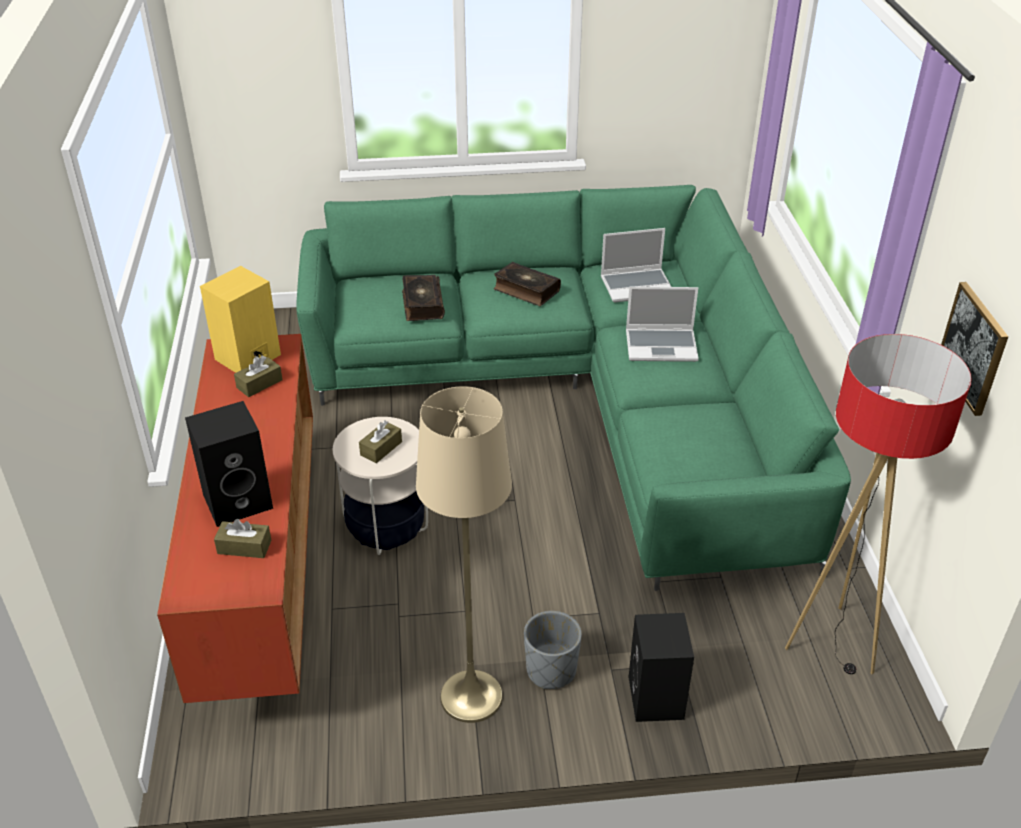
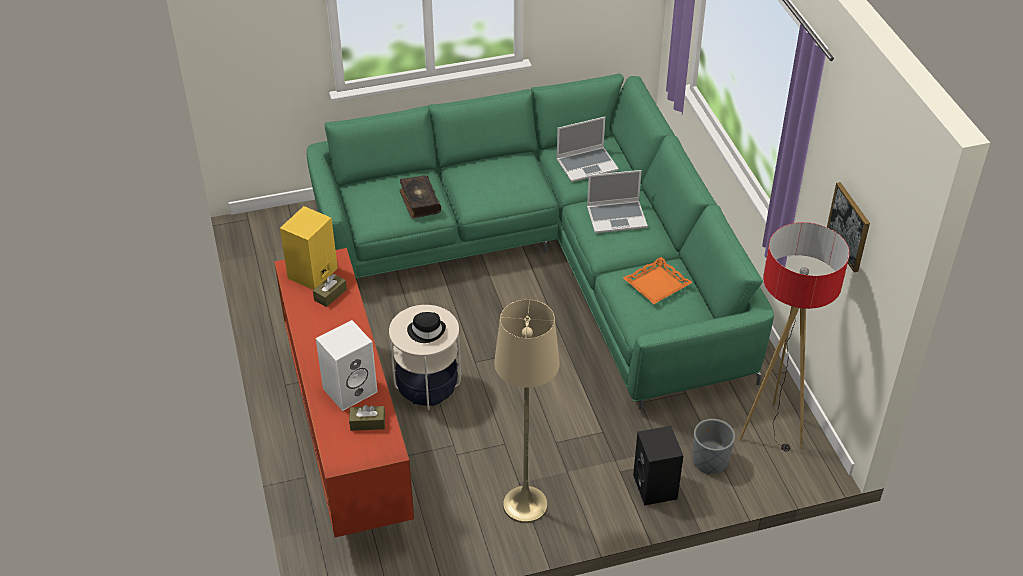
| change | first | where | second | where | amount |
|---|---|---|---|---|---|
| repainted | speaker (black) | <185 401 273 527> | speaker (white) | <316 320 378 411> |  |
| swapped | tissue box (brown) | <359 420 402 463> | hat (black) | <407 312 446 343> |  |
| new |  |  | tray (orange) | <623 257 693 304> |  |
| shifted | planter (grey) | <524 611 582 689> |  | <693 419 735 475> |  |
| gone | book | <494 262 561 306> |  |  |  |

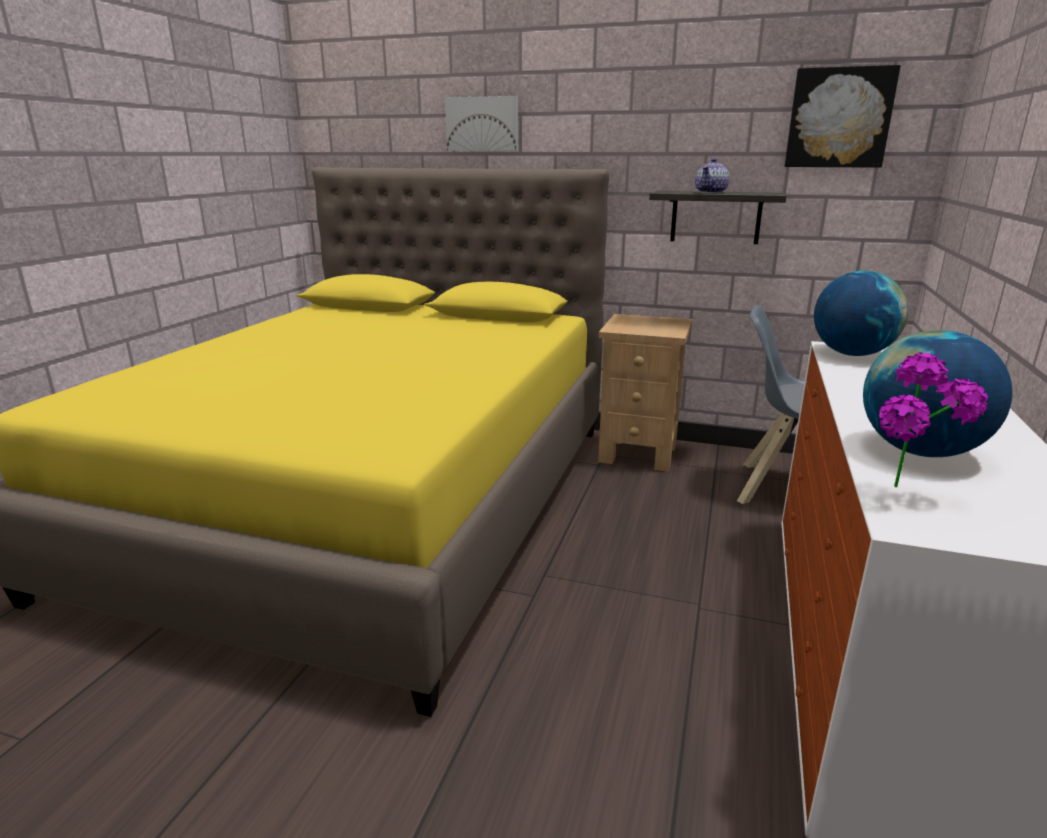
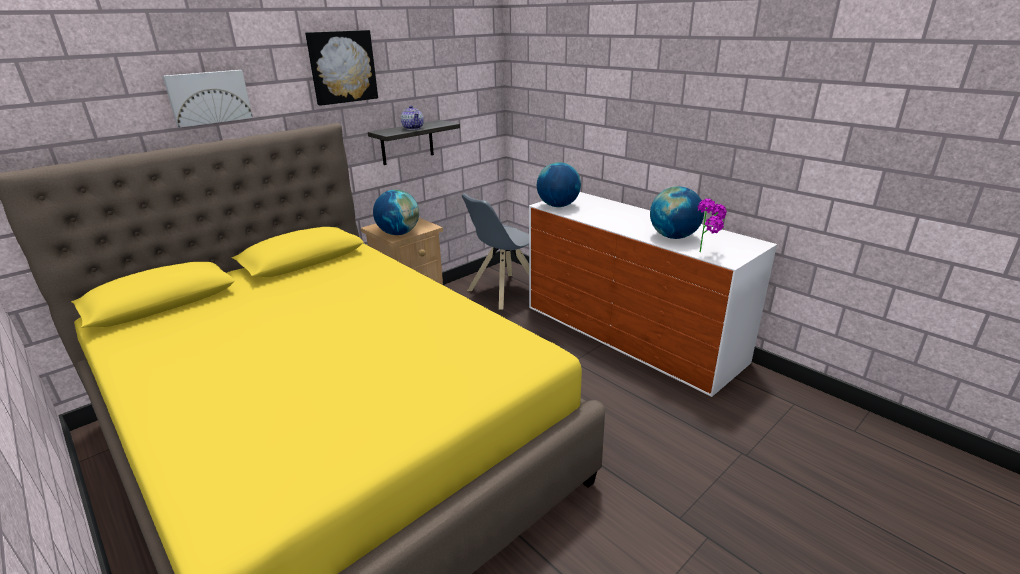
| change | first | where | second | where | amount |
|---|---|---|---|---|---|
| shifted | picture | <785 65 901 168> |  | <305 30 378 106> |  |
| new |  |  | globe | <373 189 419 235> |  |

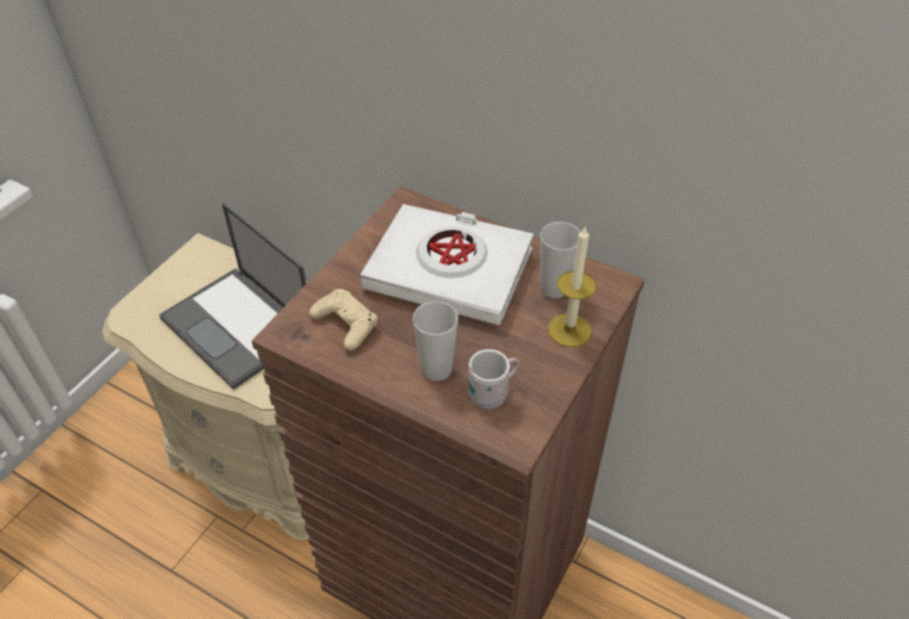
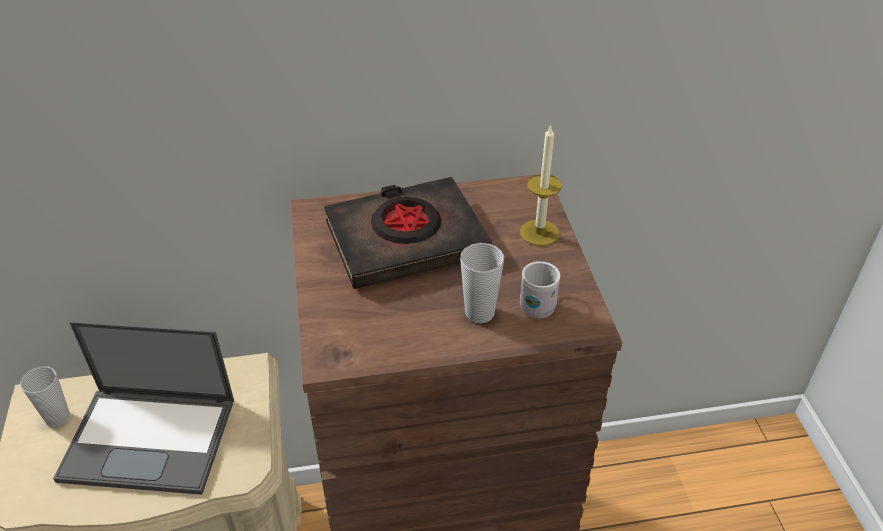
| change | first | where | second | where | amount |
|---|---|---|---|---|---|
| shifted | cup | <540 222 581 298> |  | <20 366 70 427> |  |
| repainted | book (white) | <360 204 533 325> | book (black) | <324 177 492 289> |  |
| gone | game controller (beige) | <309 289 378 350> |  |  |  |

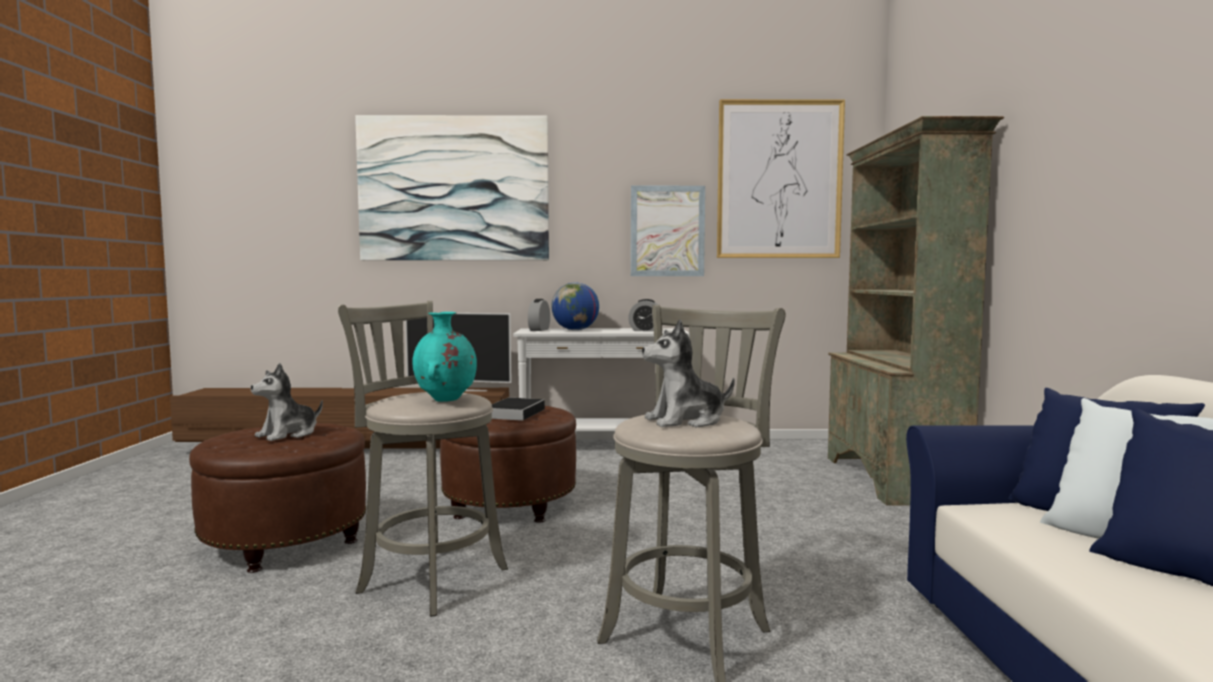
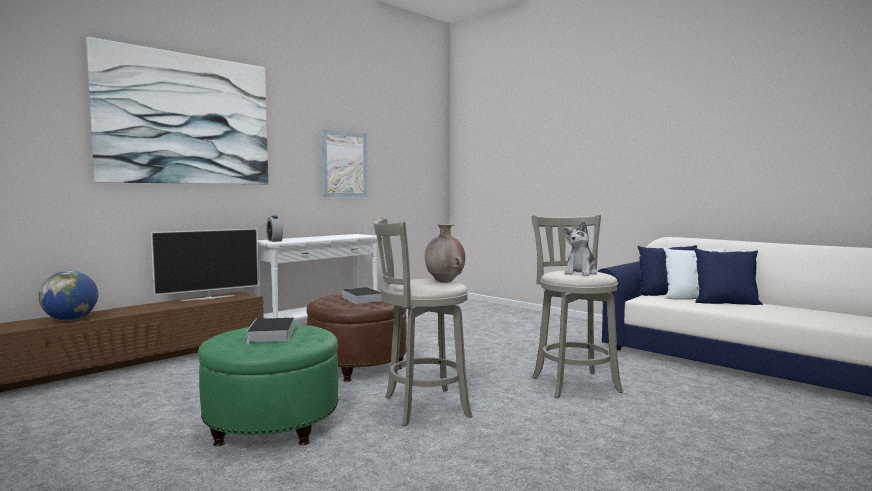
| change | first | where | second | where | amount |
|---|---|---|---|---|---|
| shifted | globe | <551 282 599 330> |  | <39 271 98 321> |  |
| repainted | ottoman (brown) | <189 423 366 573> | ottoman (green) | <198 325 338 446> |  |
| swapped | plush toy | <251 363 323 441> | book | <246 318 295 345> |  |
| repainted | vase (turquoise) | <412 312 477 402> | vase (brown) | <425 224 465 283> |  |
| gone | alarm clock | <628 299 658 332> |  |  |  |
| gone | picture | <717 99 845 258> |  |  |  |
| gone | bookcase (green) | <828 116 1004 505> |  |  |  |

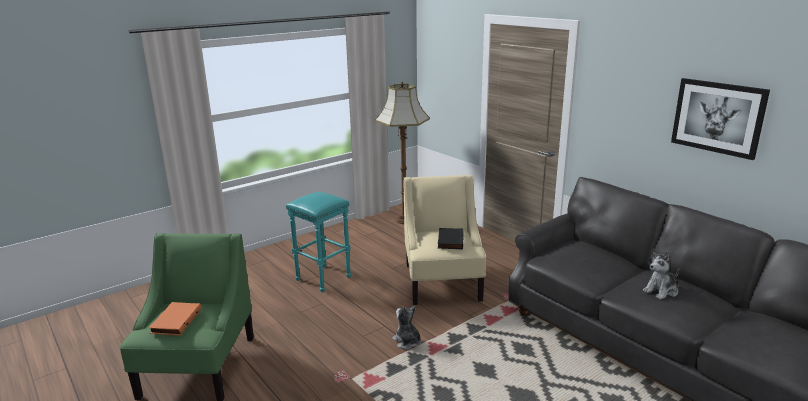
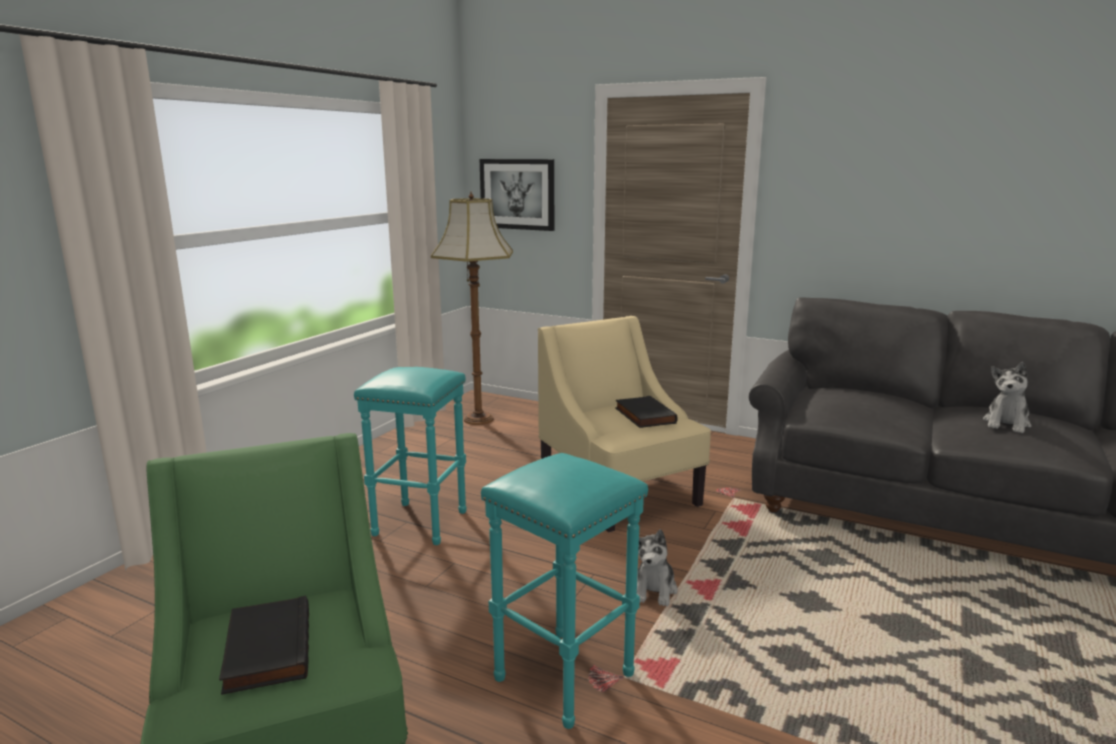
| change | first | where | second | where | amount |
|---|---|---|---|---|---|
| repainted | book (orange) | <149 302 202 336> | book (black) | <219 596 309 695> |  |
| shifted | picture | <671 78 770 160> |  | <480 159 554 231> |  |
| new |  |  | stool (turquoise) | <481 453 648 729> |  |
| rotated | plush toy | <392 306 421 350> |  | <637 529 678 606> | 105 degrees counterclockwise |

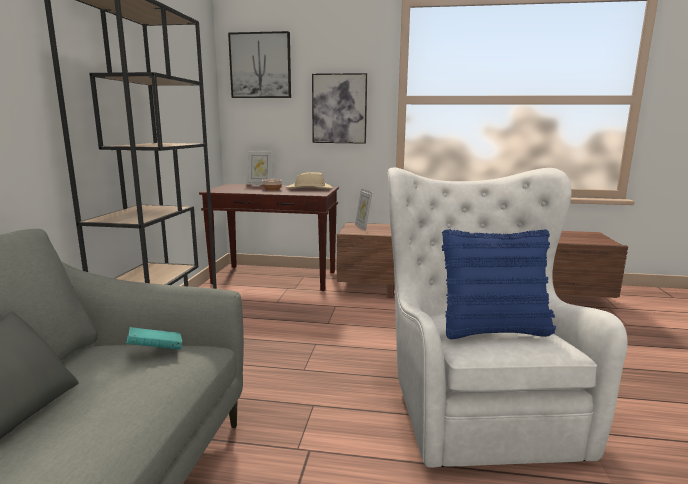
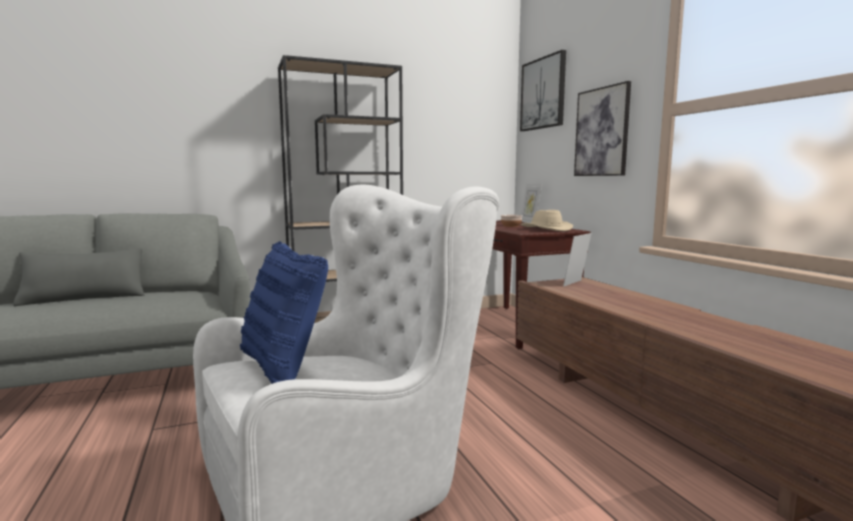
| change | first | where | second | where | amount |
|---|---|---|---|---|---|
| gone | book (turquoise) | <127 327 182 349> |  |  |  |

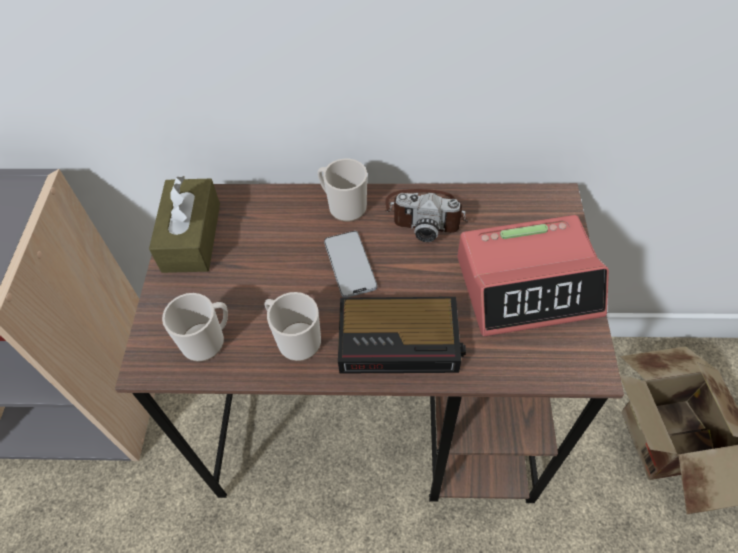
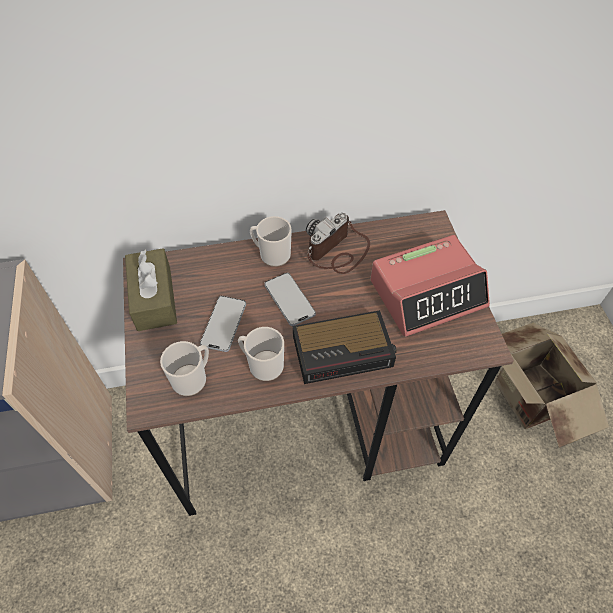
| change | first | where | second | where | amount |
|---|---|---|---|---|---|
| new |  |  | phone | <200 296 246 352> |  |
| rotated | photo camera | <385 189 468 242> |  | <306 213 370 274> | 135 degrees clockwise |

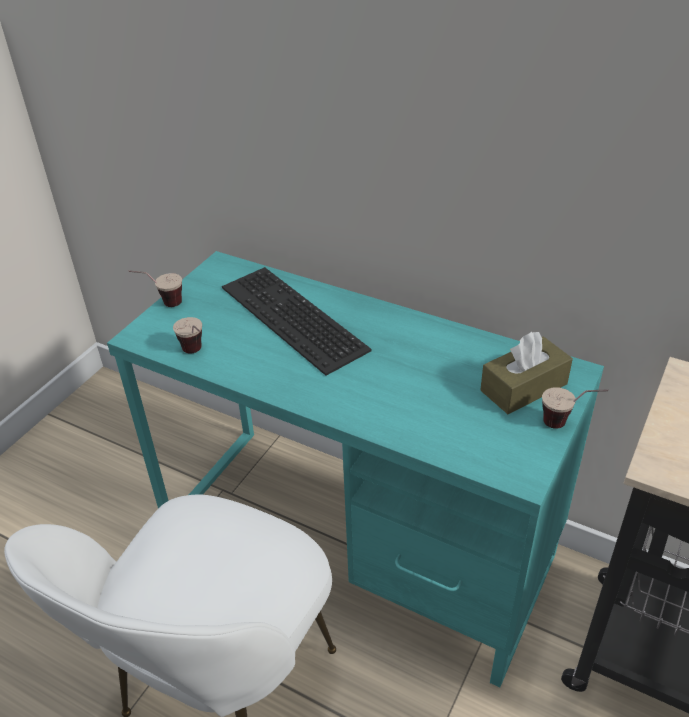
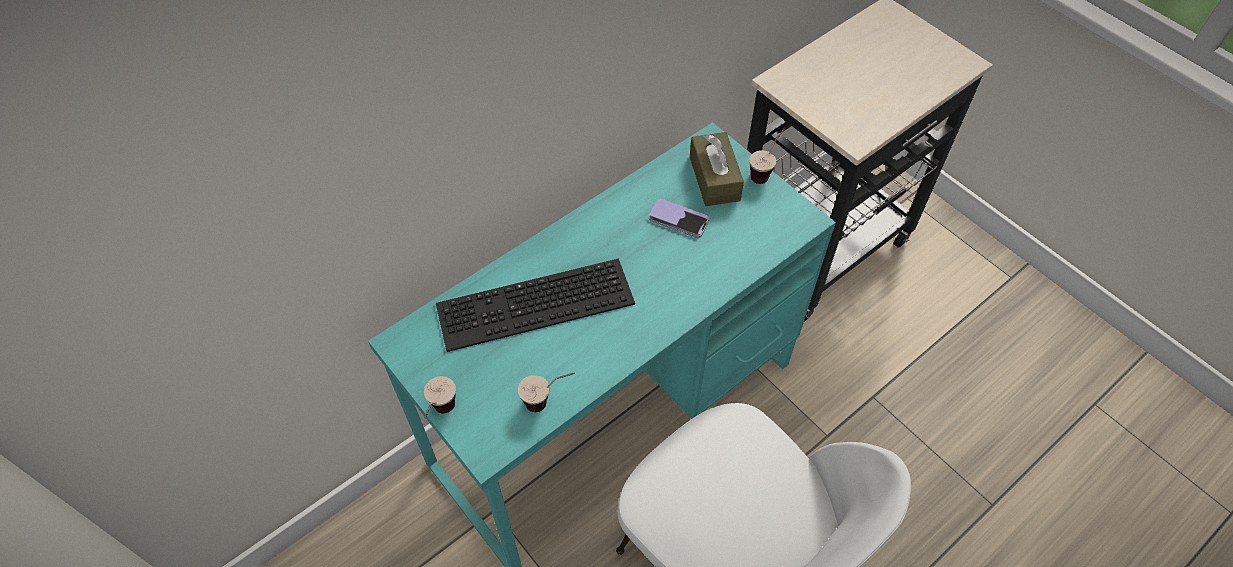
| change | first | where | second | where | amount |
|---|---|---|---|---|---|
| new |  |  | phone | <649 199 709 238> |  |

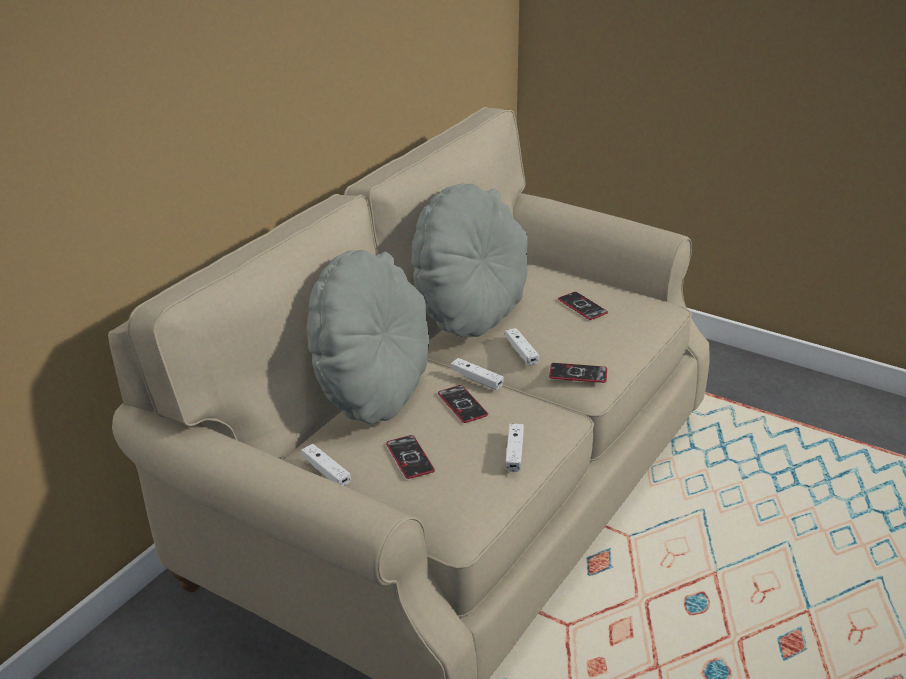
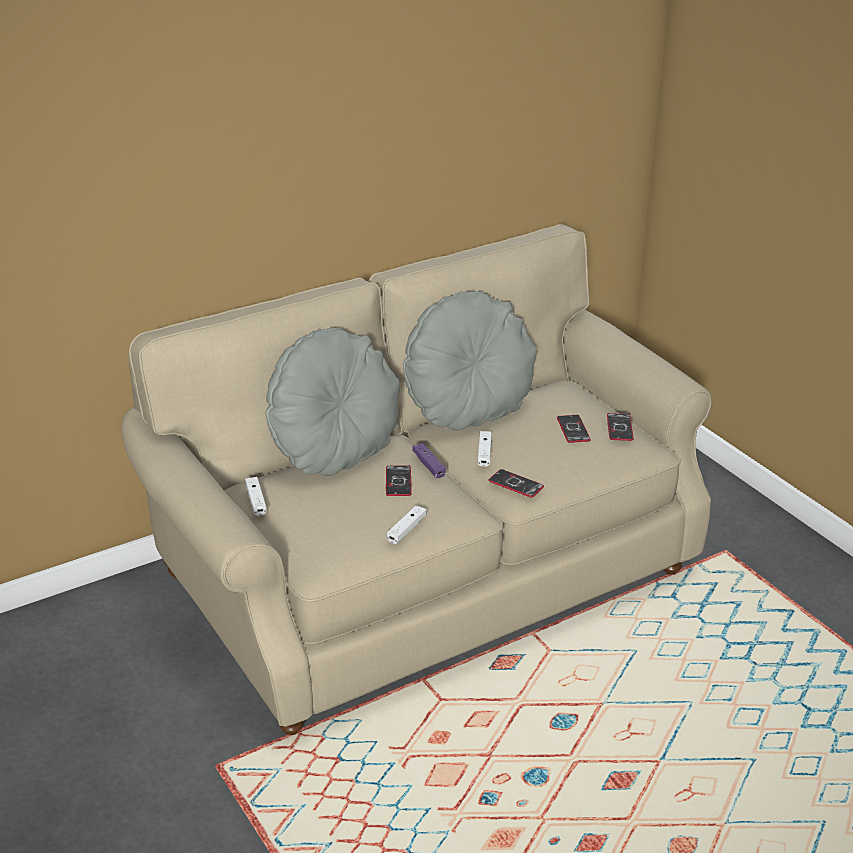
| change | first | where | second | where | amount |
|---|---|---|---|---|---|
| repainted | game controller (white) | <450 358 504 390> | game controller (purple) | <412 443 446 478> |  |
| shifted | phone | <386 435 435 479> |  | <607 413 634 441> |  |

